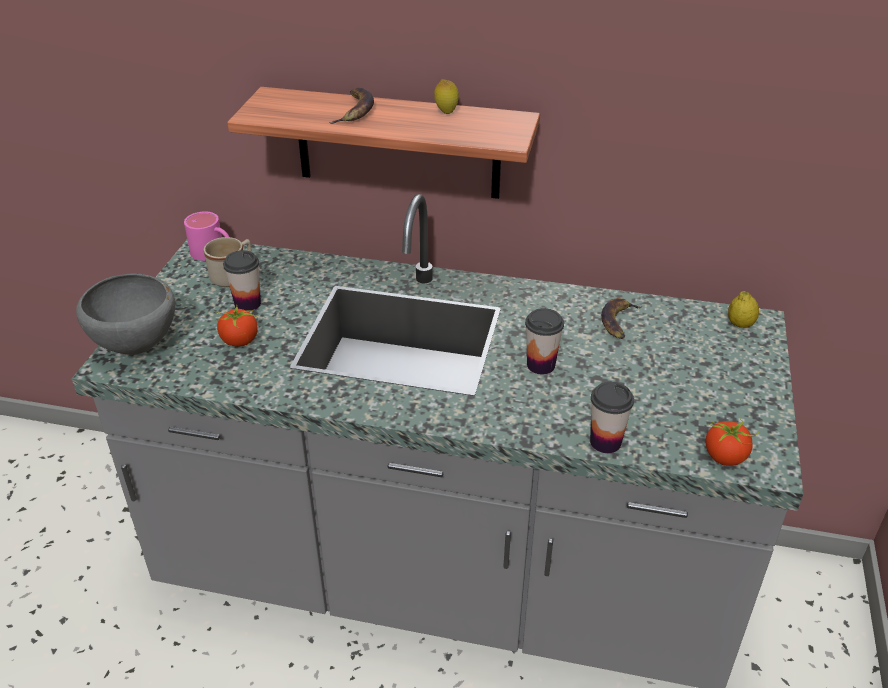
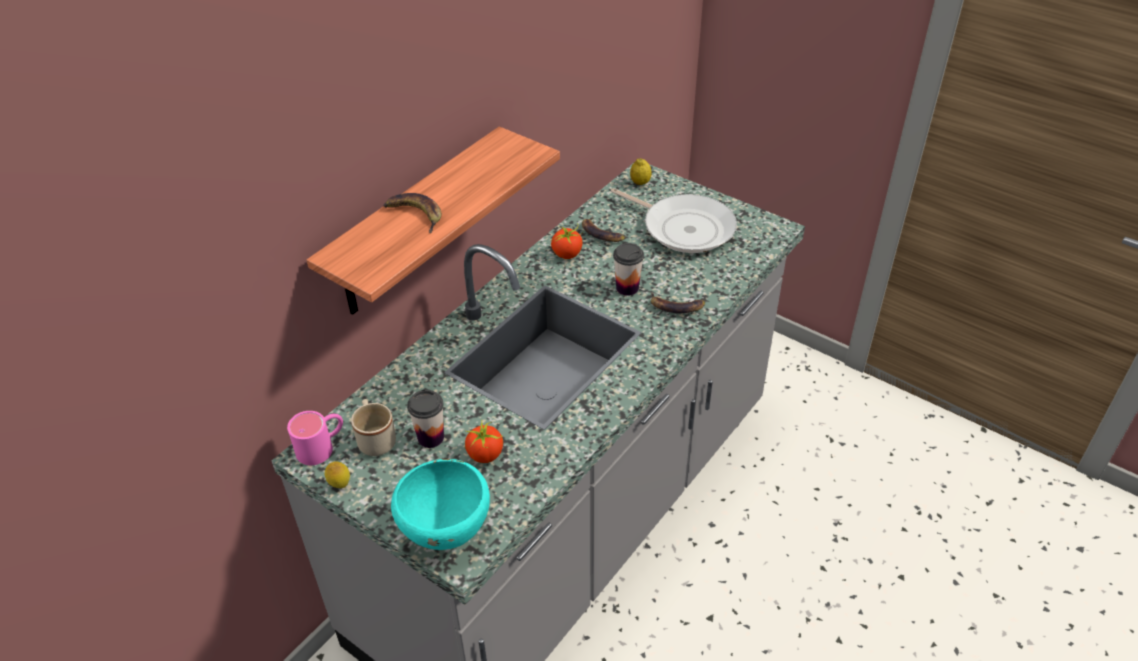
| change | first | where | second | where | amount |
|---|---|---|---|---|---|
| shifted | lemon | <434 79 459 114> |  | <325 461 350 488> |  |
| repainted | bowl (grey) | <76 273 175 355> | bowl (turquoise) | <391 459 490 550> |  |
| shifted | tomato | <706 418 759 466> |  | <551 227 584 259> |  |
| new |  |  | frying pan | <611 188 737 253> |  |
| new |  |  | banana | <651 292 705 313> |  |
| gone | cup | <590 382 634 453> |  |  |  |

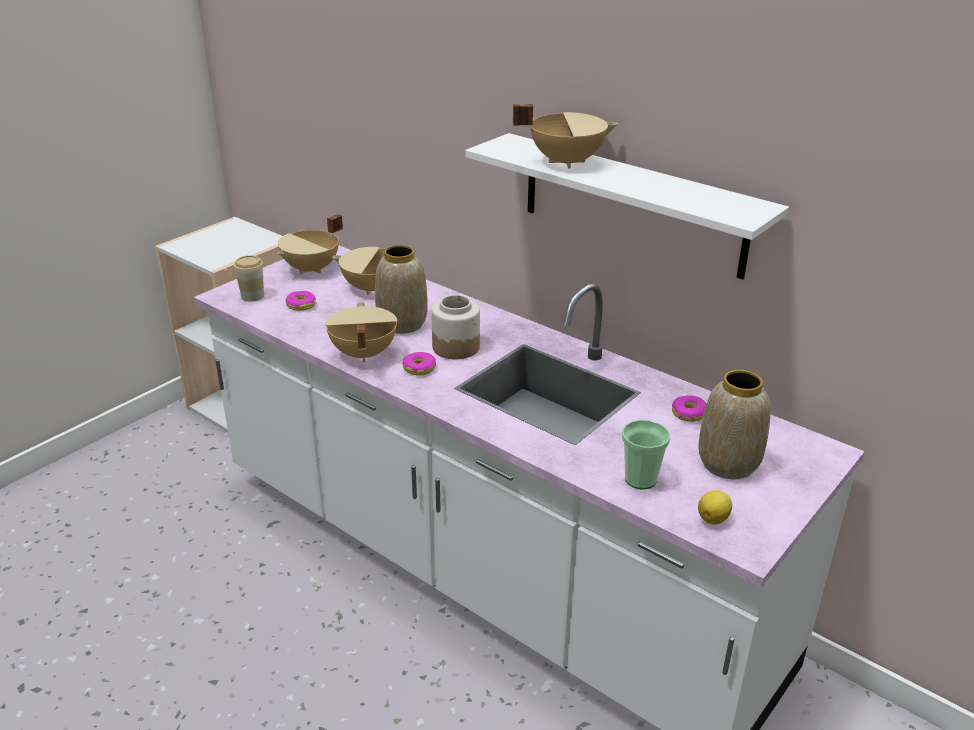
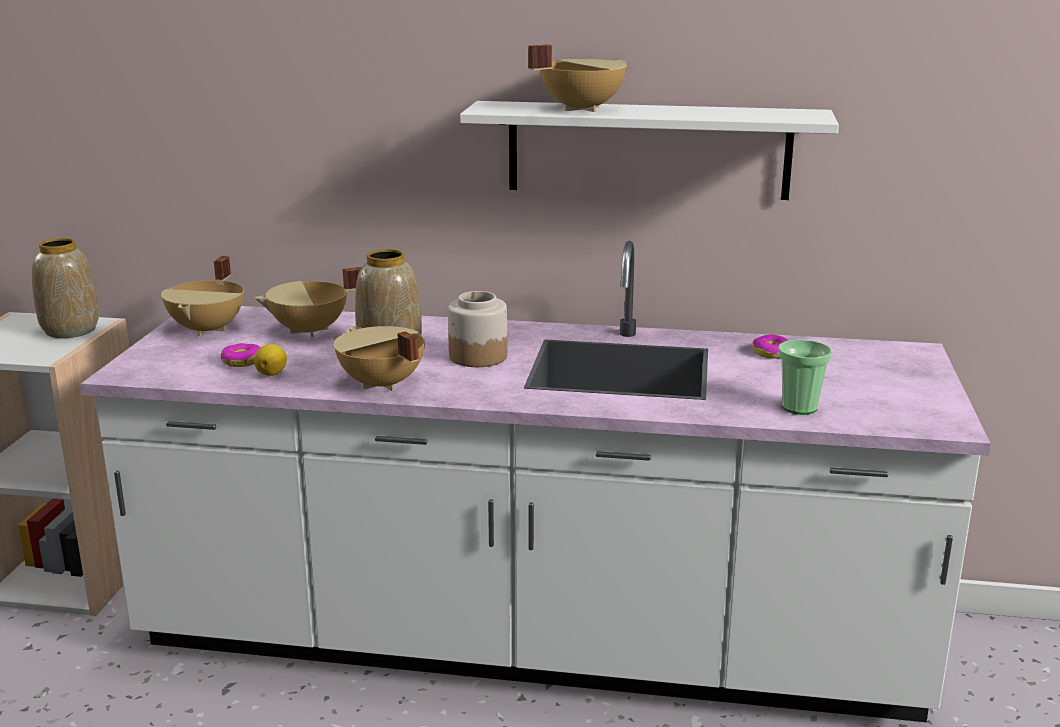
| change | first | where | second | where | amount |
|---|---|---|---|---|---|
| shifted | vase | <698 370 770 479> |  | <32 238 99 338> |  |
| shifted | lemon | <698 490 732 525> |  | <254 344 287 376> |  |
| gone | cup | <233 255 264 302> |  |  |  |
| gone | donut | <402 352 436 376> |  |  |  |

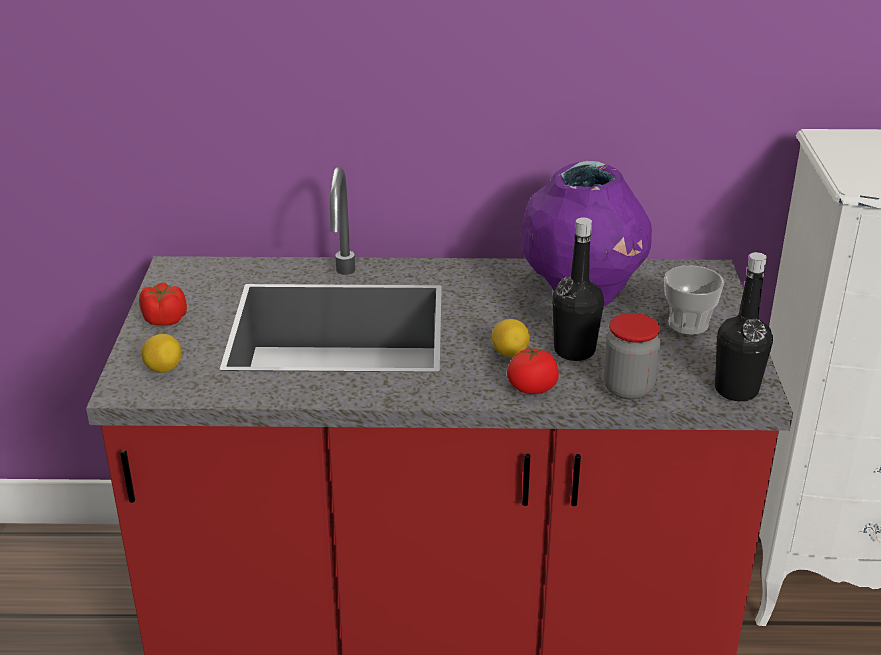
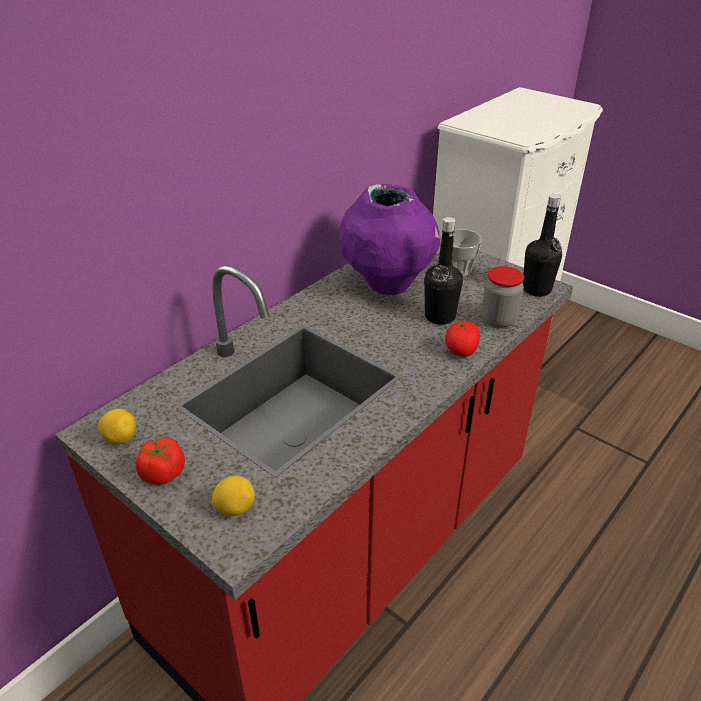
| change | first | where | second | where | amount |
|---|---|---|---|---|---|
| shifted | lemon | <492 319 530 357> |  | <98 409 136 444> |  |

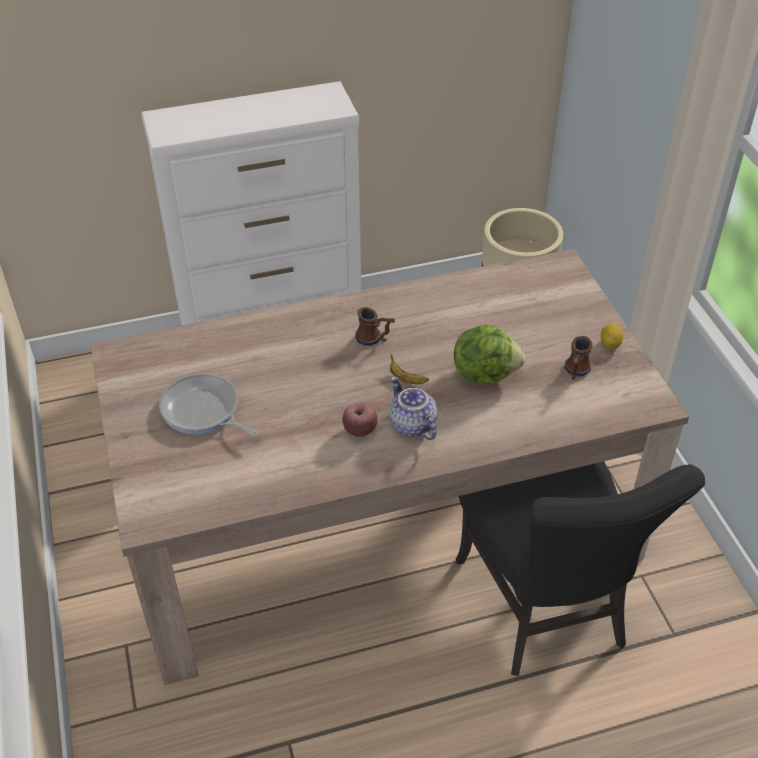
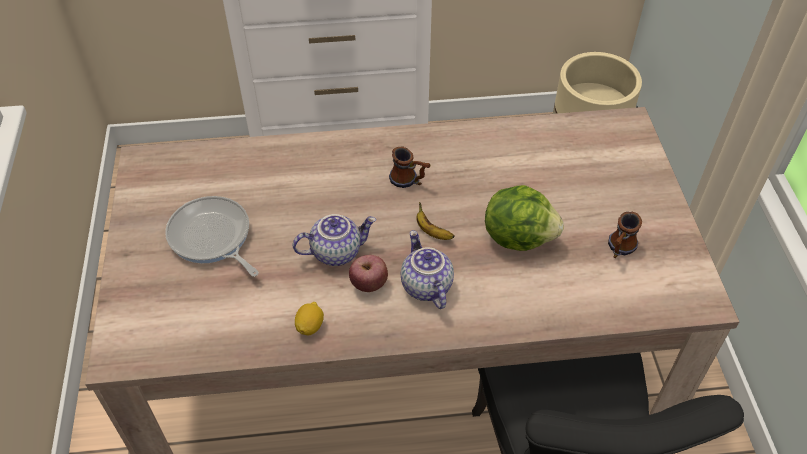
| change | first | where | second | where | amount |
|---|---|---|---|---|---|
| new |  |  | teapot | <293 214 376 266> |  |
| shifted | lemon | <601 323 623 349> |  | <295 302 324 335> |  |

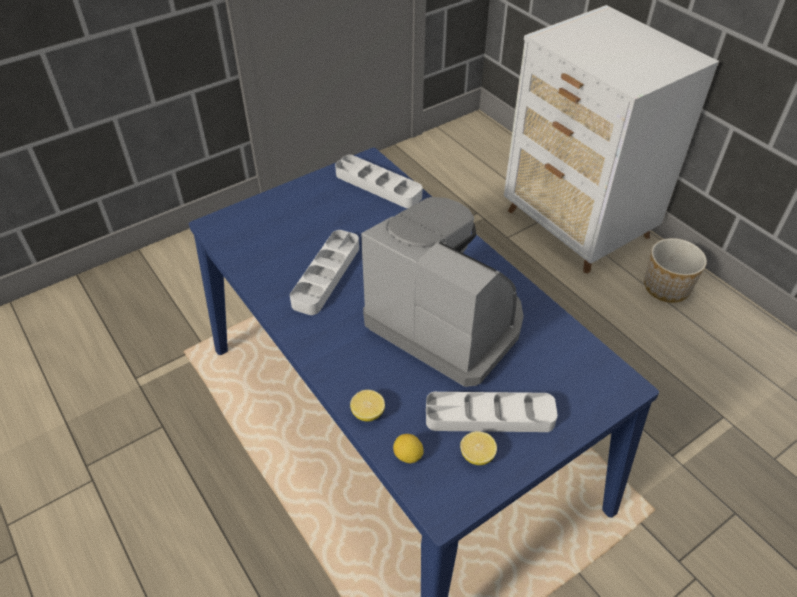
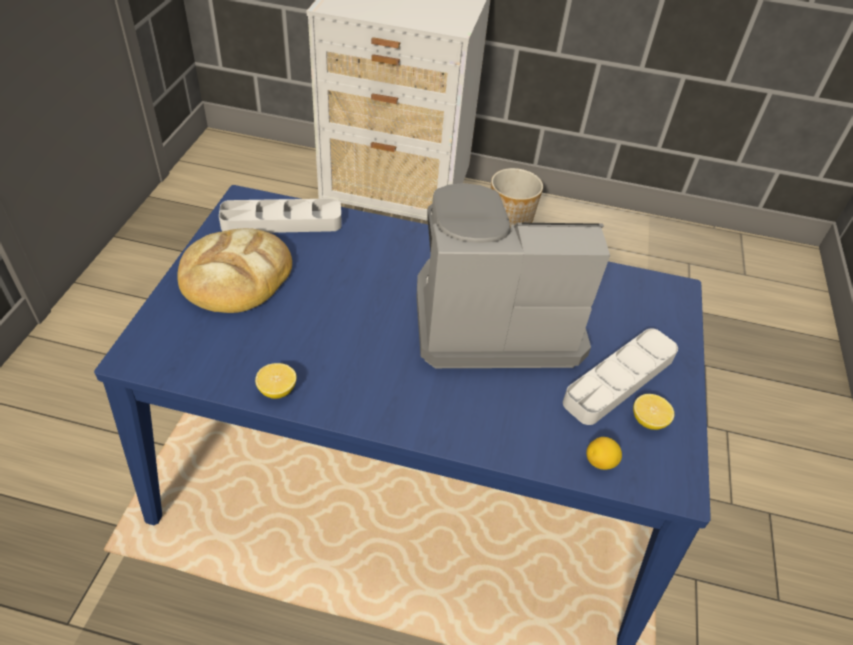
| change | first | where | second | where | amount |
|---|---|---|---|---|---|
| new |  |  | bread | <178 228 292 313> |  |
| shifted | lemon | <350 390 385 422> |  | <255 363 297 399> |  |
| gone | tray (grey) | <290 230 359 315> |  |  |  |

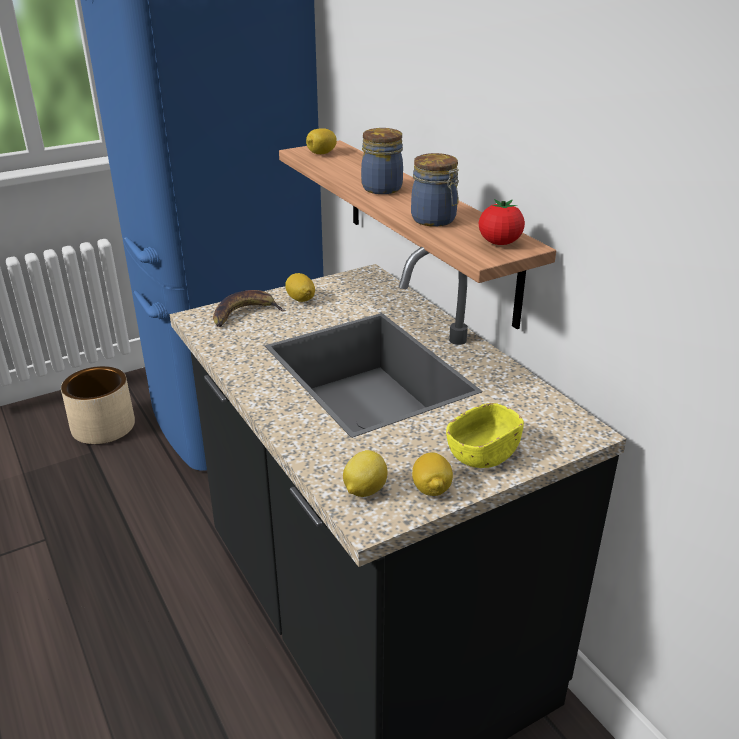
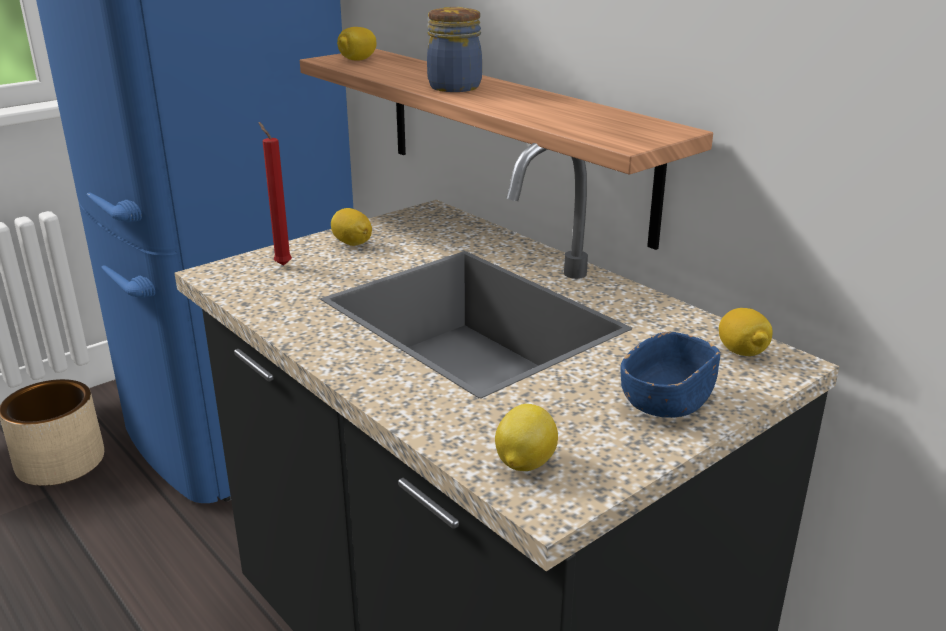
| change | first | where | second | where | amount |
|---|---|---|---|---|---|
| swapped | banana | <213 290 286 327> | candle (red) | <258 122 292 266> |  |
| repainted | bowl (yellow) | <446 403 524 468> | bowl (blue) | <621 332 720 418> |  |
| shifted | lemon | <412 452 453 496> |  | <719 308 773 356> |  |
| gone | jar | <411 153 459 227> |  |  |  |
| gone | tomato | <479 199 525 245> |  |  |  |

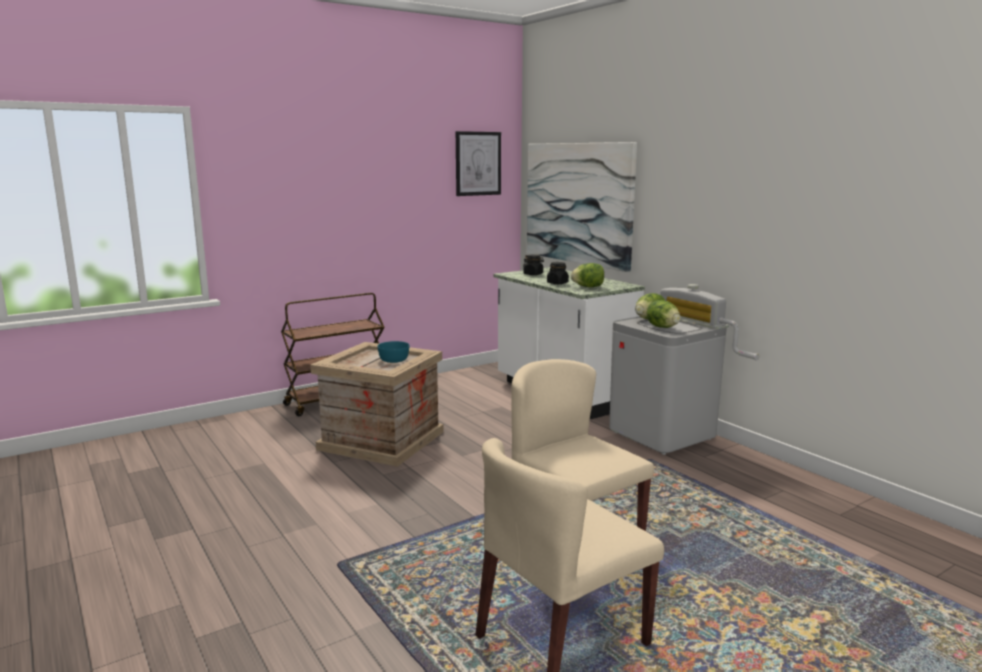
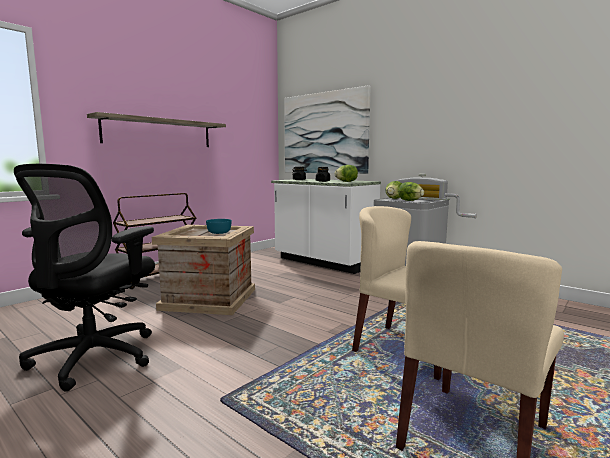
| change | first | where | second | where | amount |
|---|---|---|---|---|---|
| new |  |  | office chair (black) | <14 164 155 392> |  |
| new |  |  | shelf | <87 112 226 147> |  |
| gone | picture | <456 131 501 196> |  |  |  |

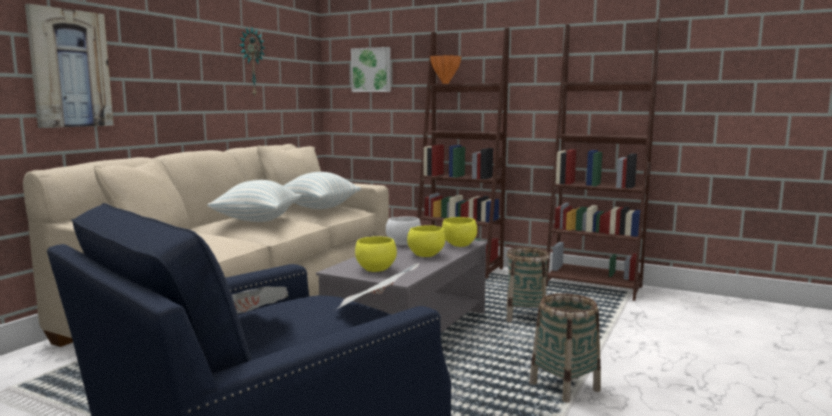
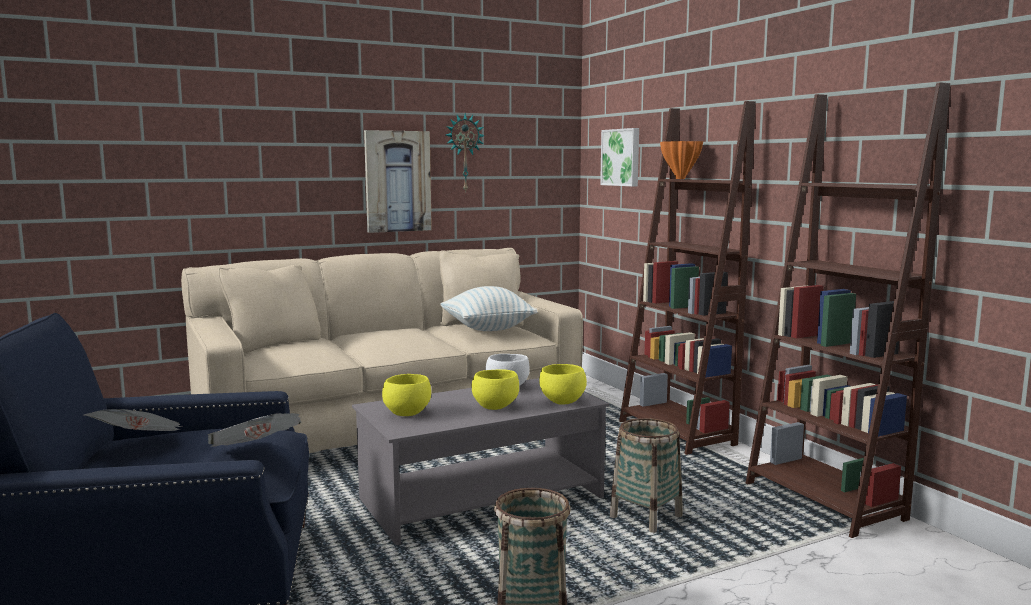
| change | first | where | second | where | amount |
|---|---|---|---|---|---|
| shifted | picture | <25 4 114 128> |  | <364 130 432 233> |  |
| gone | pillow | <207 180 301 222> |  |  |  |

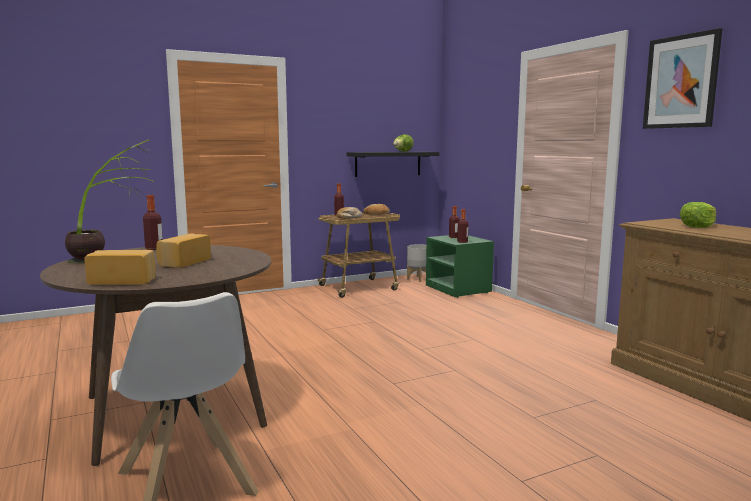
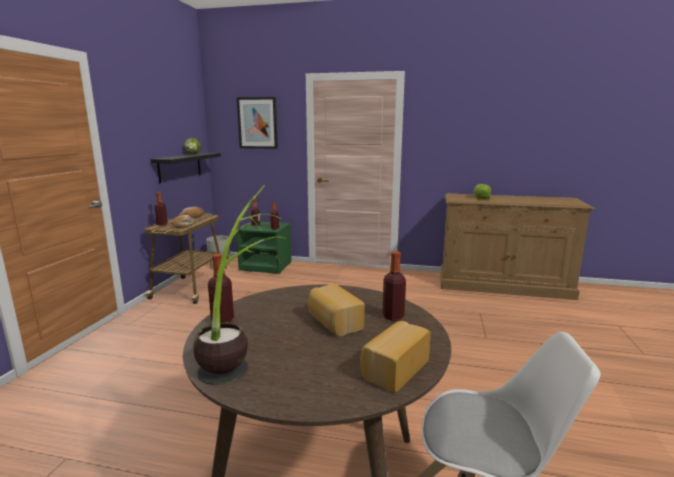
| change | first | where | second | where | amount |
|---|---|---|---|---|---|
| shifted | picture | <643 28 722 129> |  | <237 97 278 149> |  |
| new |  |  | bottle | <382 251 406 321> |  |

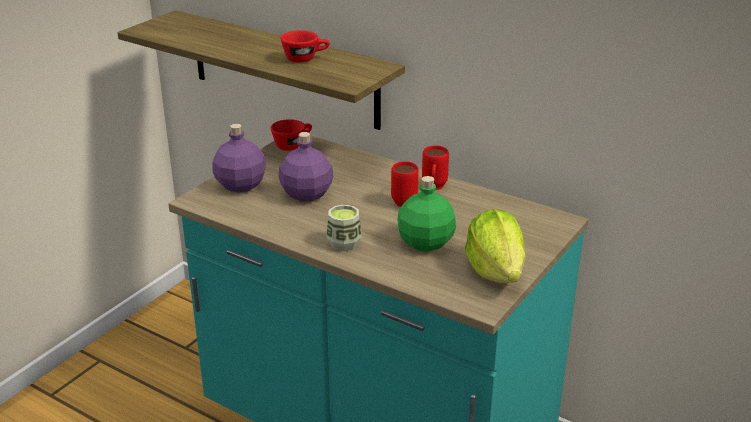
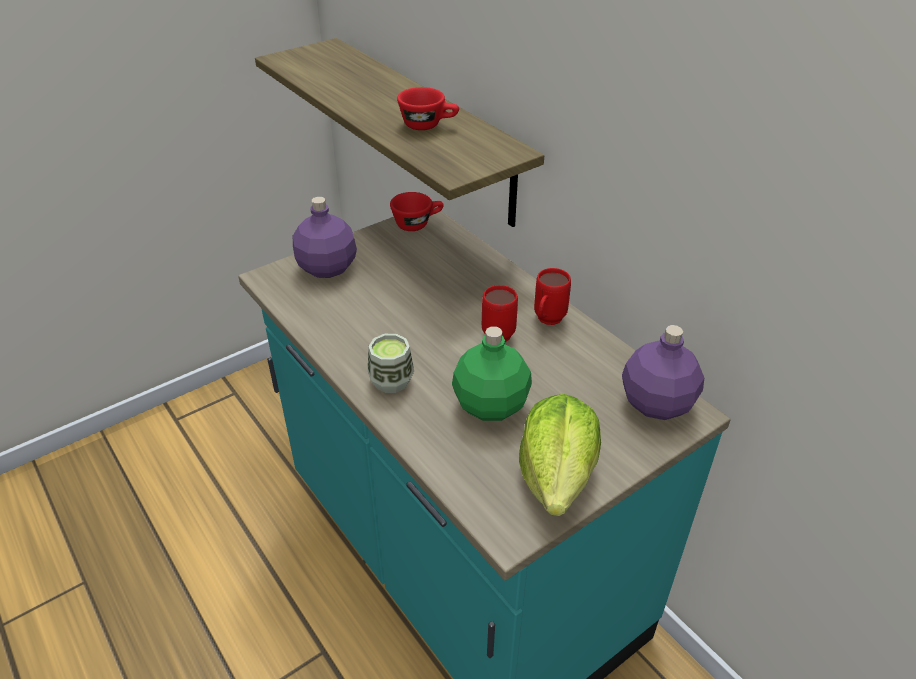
| change | first | where | second | where | amount |
|---|---|---|---|---|---|
| shifted | bottle (purple) | <279 132 334 202> |  | <622 325 704 420> |  |

